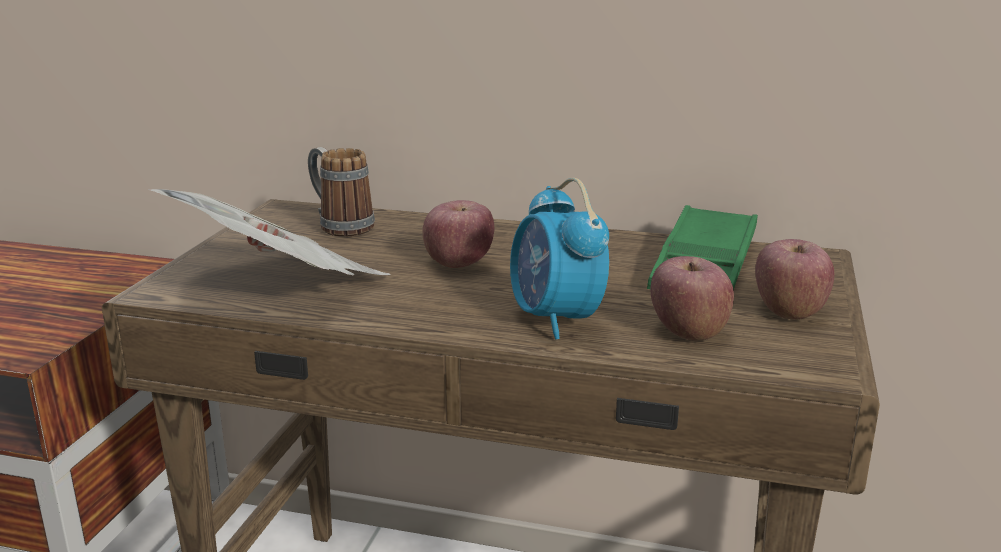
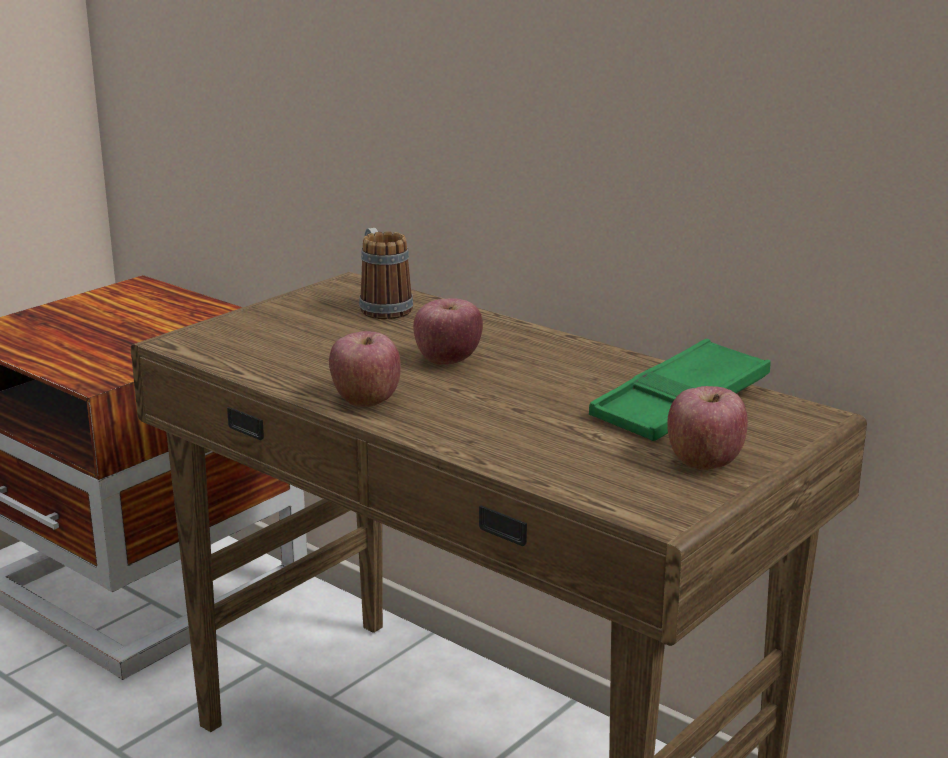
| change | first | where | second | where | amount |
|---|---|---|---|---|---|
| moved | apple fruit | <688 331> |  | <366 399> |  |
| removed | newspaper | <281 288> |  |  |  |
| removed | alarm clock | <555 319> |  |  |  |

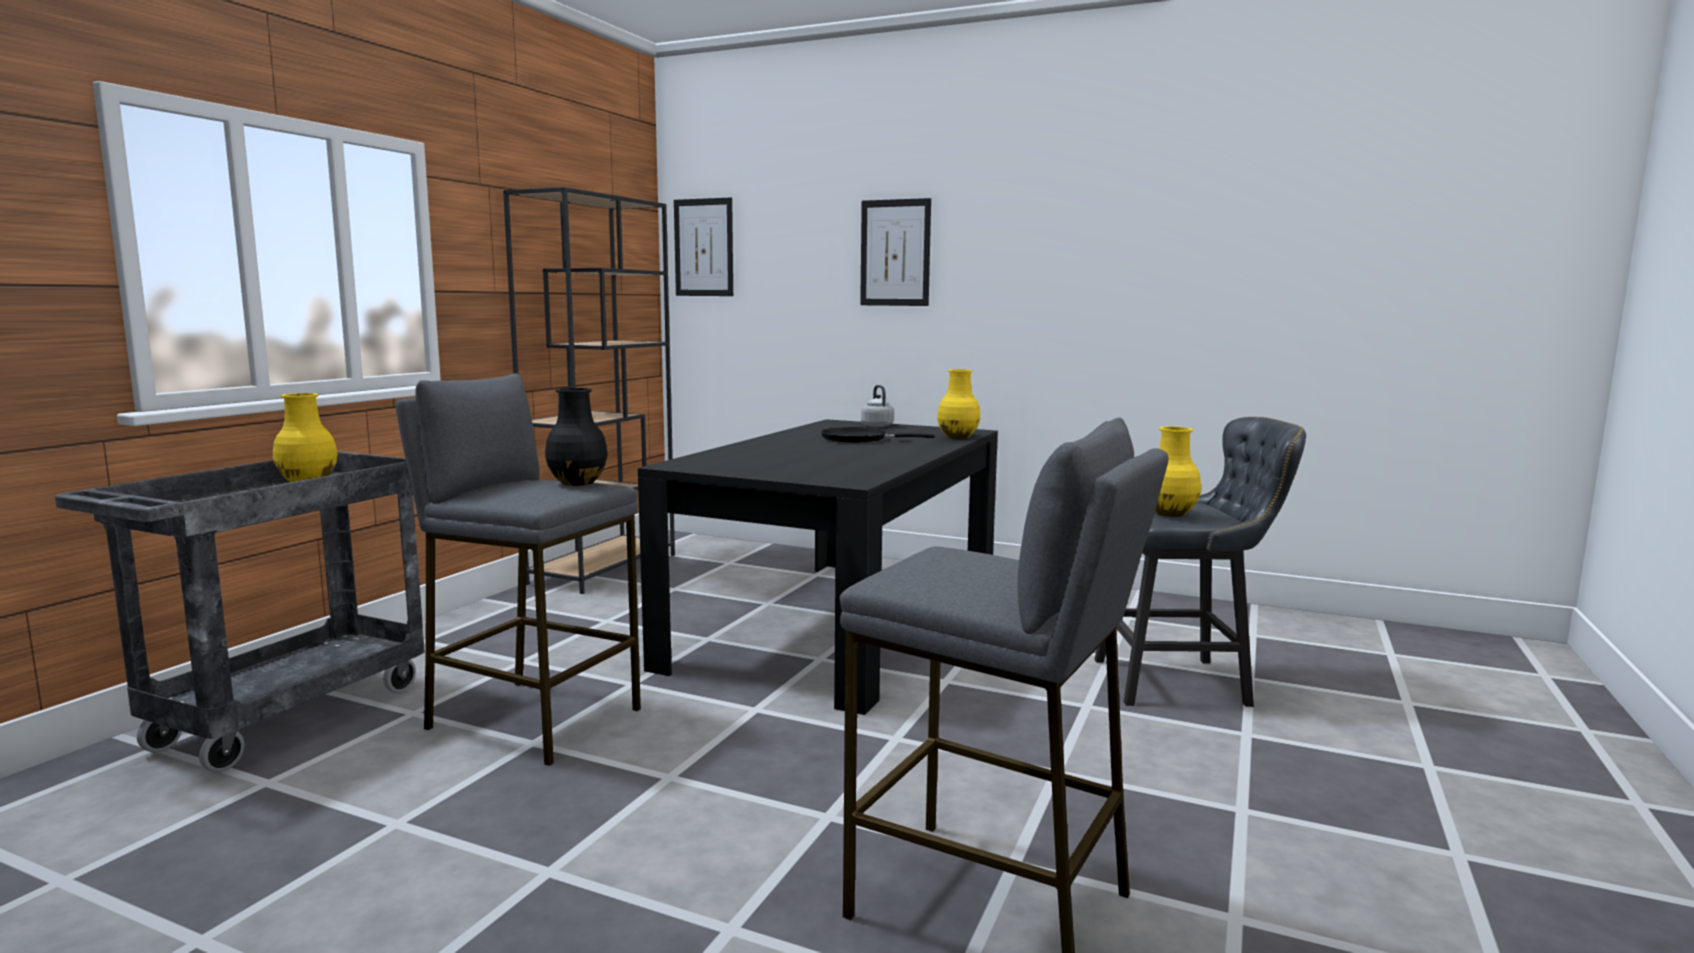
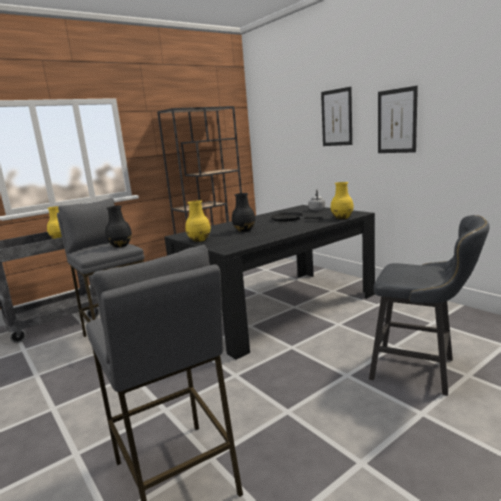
| change | first | where | second | where | amount |
|---|---|---|---|---|---|
| moved | decorative vase (yellow) | <1168 513> |  | <199 240> |  |
| added |  |  | decorative vase (black-coloured) | <244 230> |  |
| moved | wall art | <704 247> |  | <396 121> |  |

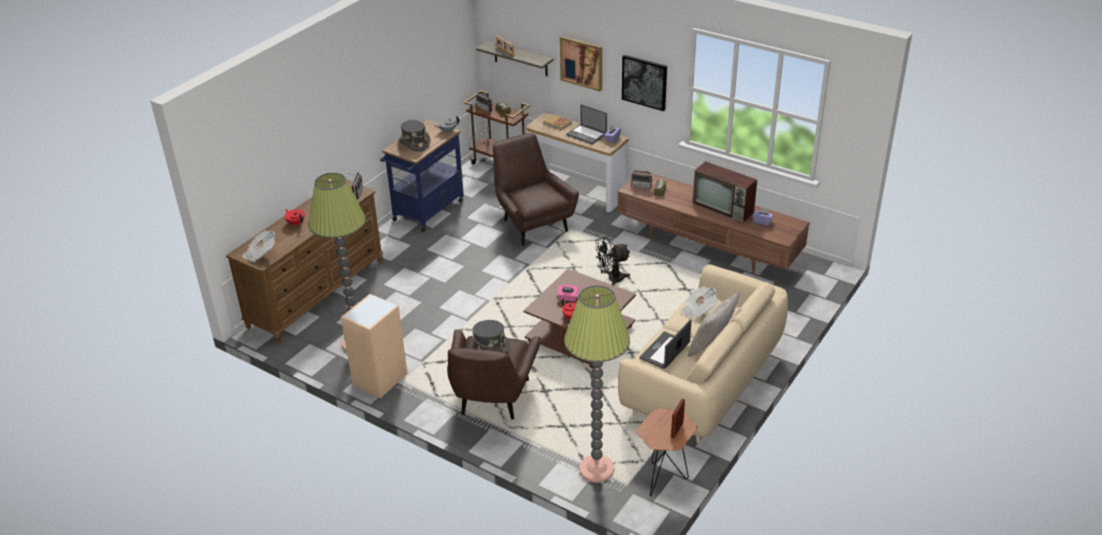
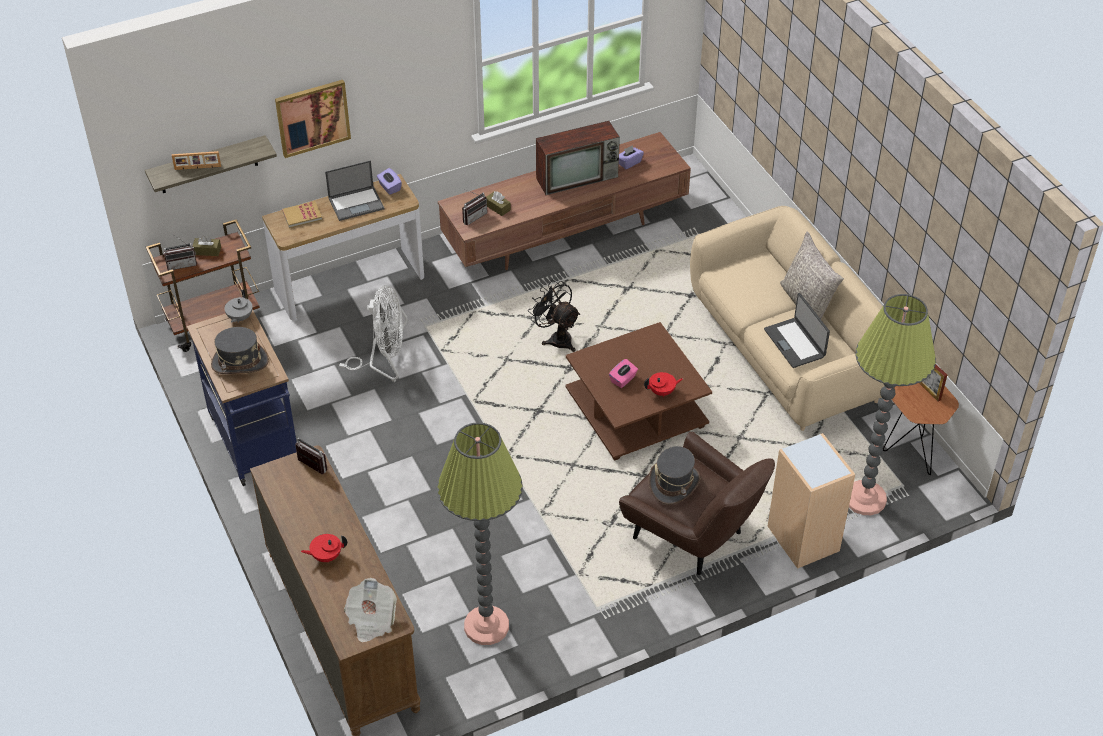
| change | first | where | second | where | amount |
|---|---|---|---|---|---|
| replaced | easy chair (brown) | <532 224> | cooling fan (white) | <383 356> |  |
| turned | cooling fan (black-coloured) | <611 279> |  | <556 338> | 120 degrees clockwise |
| moved | bookcase | <379 379> |  | <803 539> |  |
| removed | wall art | <644 82> |  |  |  |
| removed | newspaper | <698 310> |  |  |  |

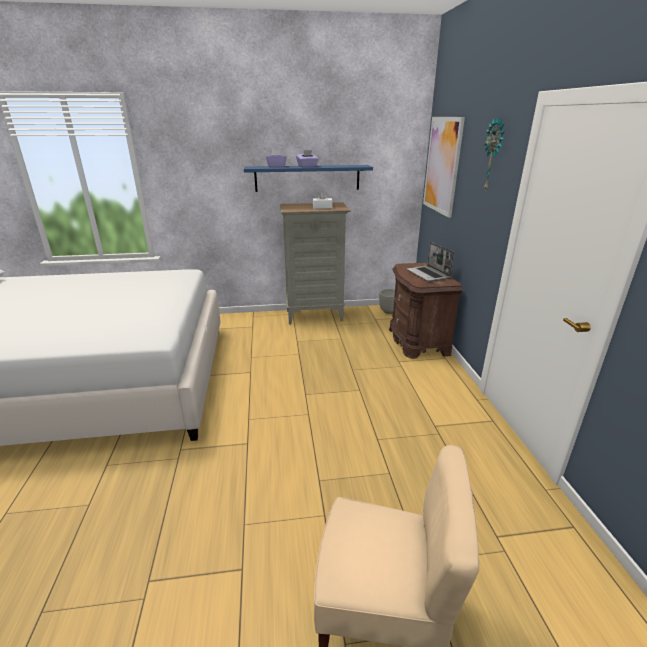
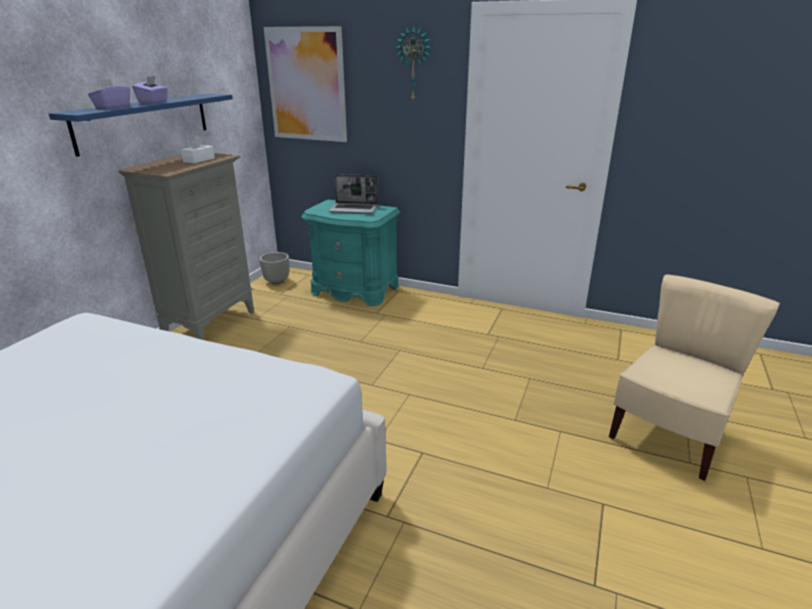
| change | first | where | second | where | amount |
|---|---|---|---|---|---|
| recoloured | nightstand (brown) | <416 341> | nightstand (turquoise-coloured) | <353 291> |  |

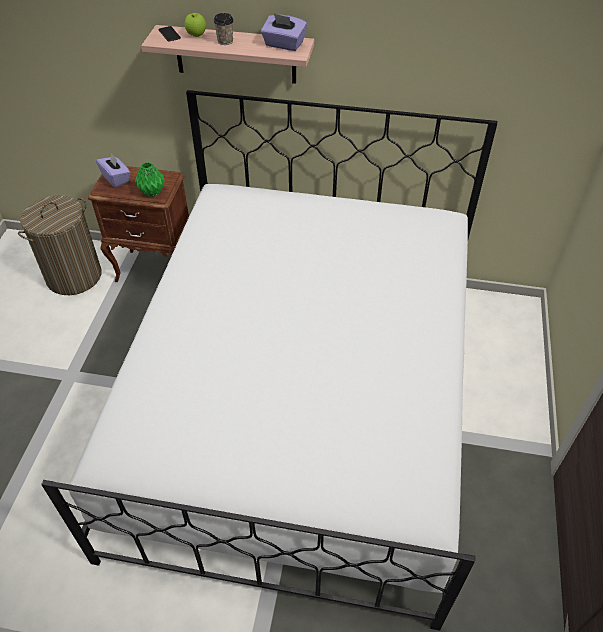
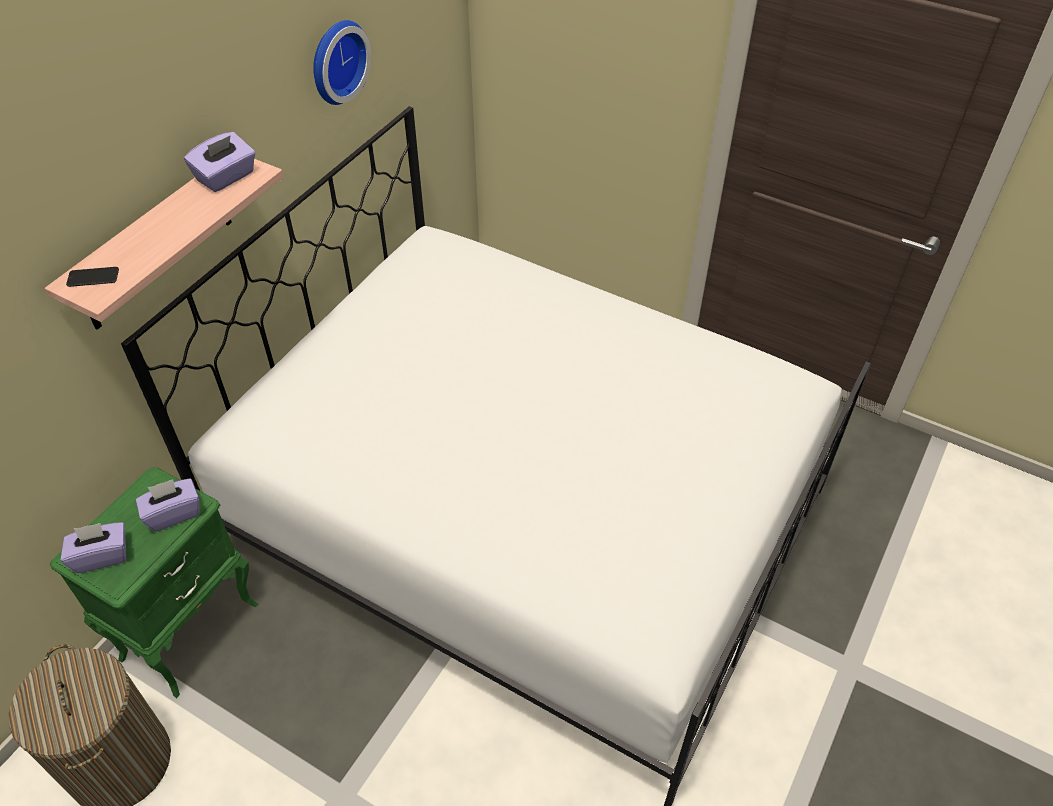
| change | first | where | second | where | amount |
|---|---|---|---|---|---|
| recoloured | nightstand (brown) | <156 270> | nightstand (green) | <190 631> |  |
| replaced | decorative vase (green) | <152 192> | box of tissues (purplish) | <173 513> |  |
| added |  |  | hanging clock | <335 61> |  |
| removed | apple fruit | <196 35> |  |  |  |
| removed | small cup | <225 41> |  |  |  |

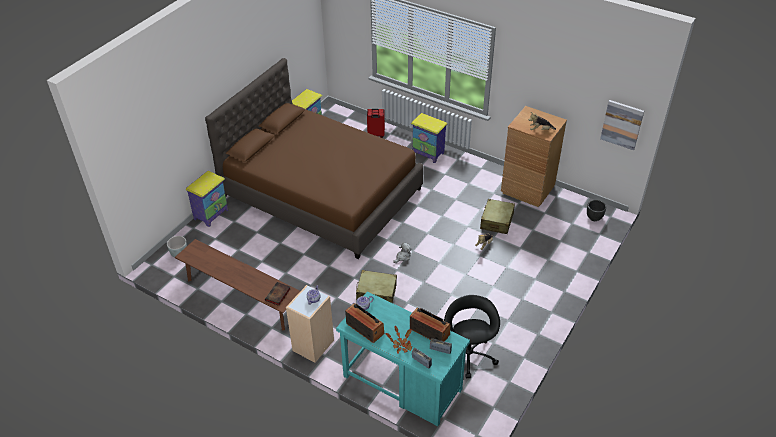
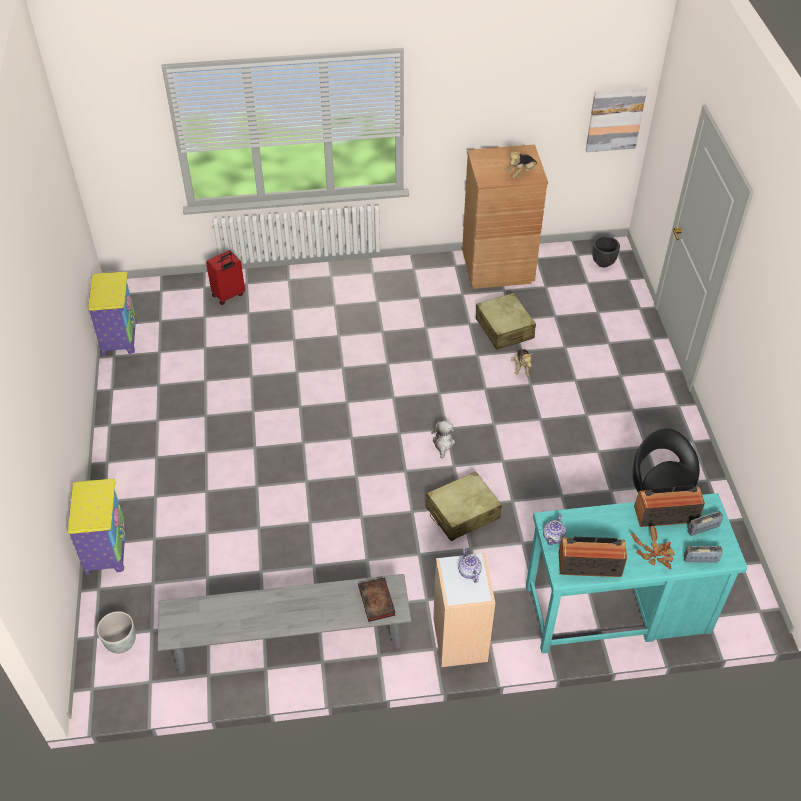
| change | first | where | second | where | amount |
|---|---|---|---|---|---|
| recoloured | long seat (brown) | <241 297> | long seat (greyish) | <288 642> |  |
| removed | bedroom bed (brown) | <321 192> |  |  |  |
| removed | nightstand | <428 154> |  |  |  |

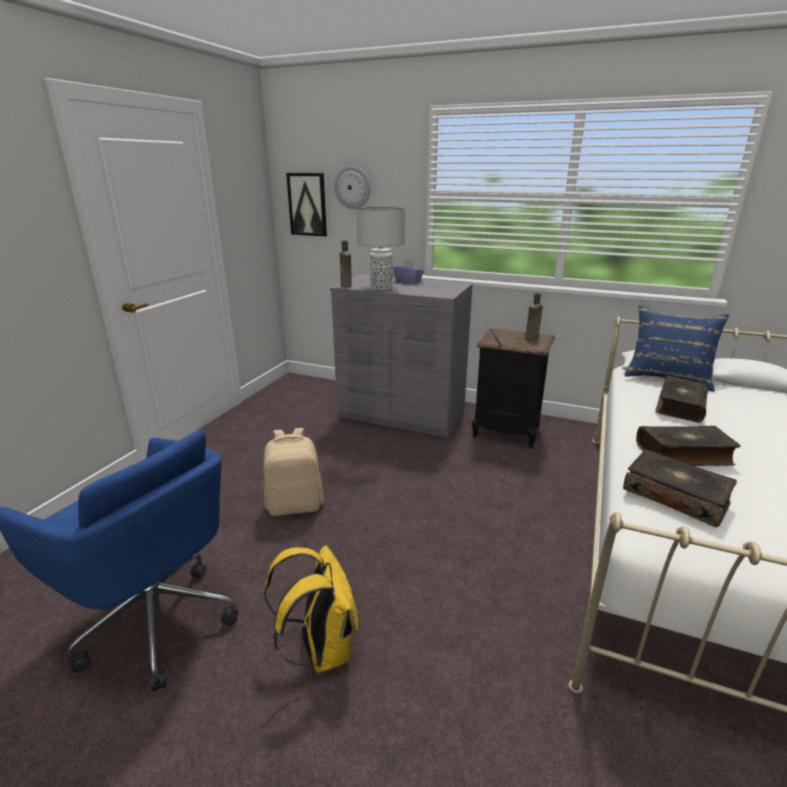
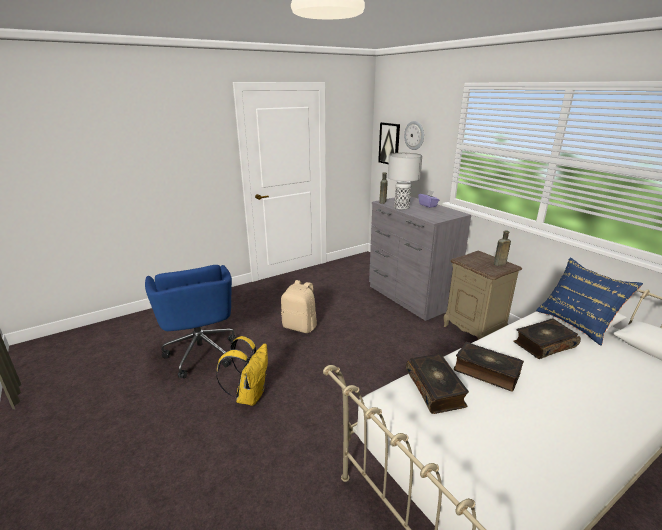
| change | first | where | second | where | amount |
|---|---|---|---|---|---|
| recoloured | nightstand (black-coloured) | <507 432> | nightstand (sand-coloured) | <473 331> |  |

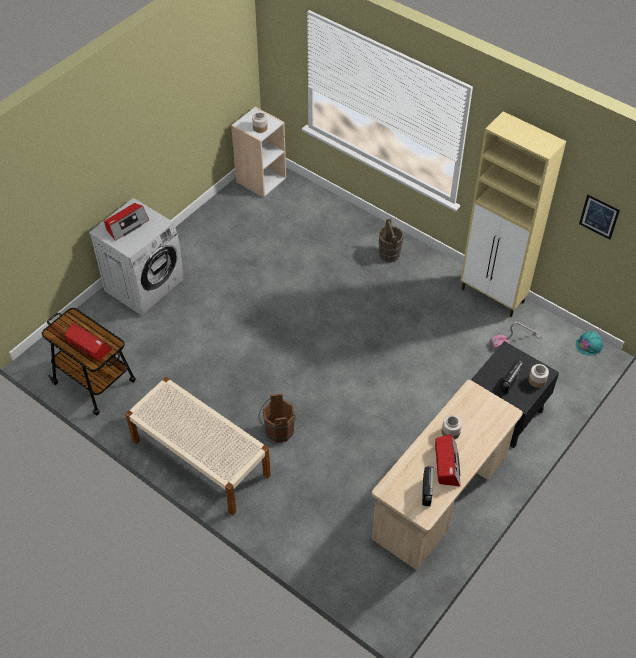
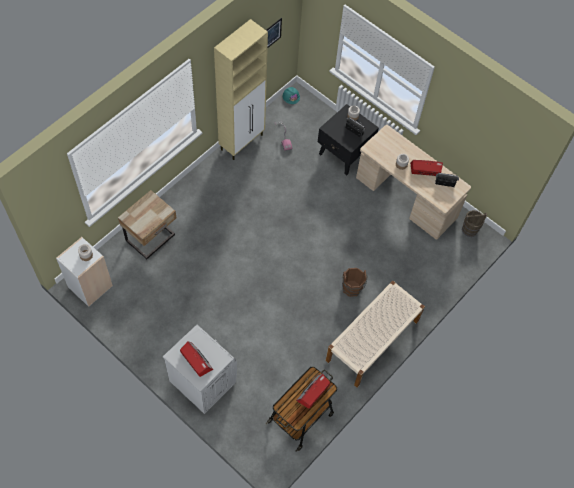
| change | first | where | second | where | amount |
|---|---|---|---|---|---|
| added |  |  | nightstand (sand-coloured) | <151 238> |  |
| moved | pail (brown) | <389 254> |  | <469 230> |  |

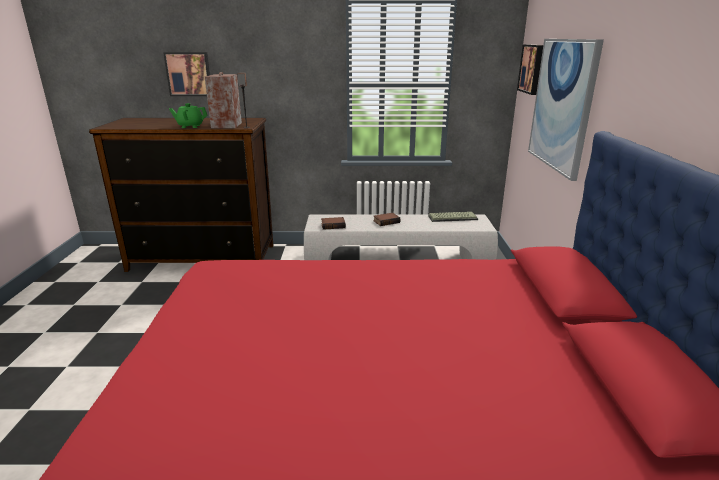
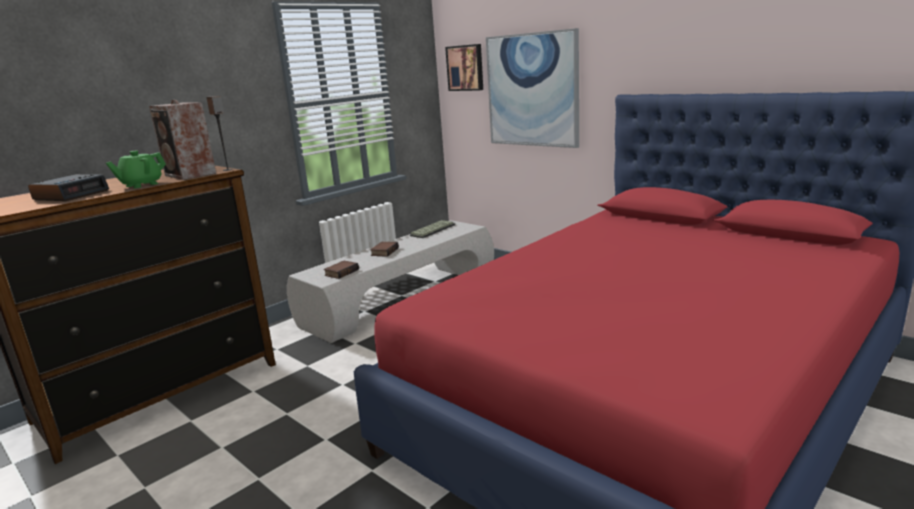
| change | first | where | second | where | amount |
|---|---|---|---|---|---|
| added |  |  | alarm clock | <71 195> |  |
| removed | wall art | <189 74> |  |  |  |

